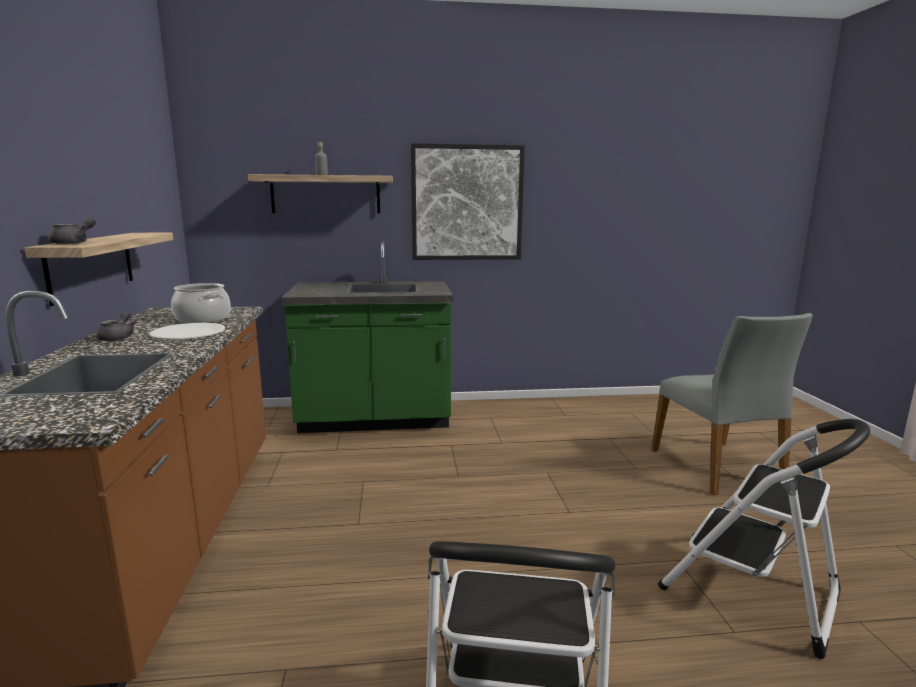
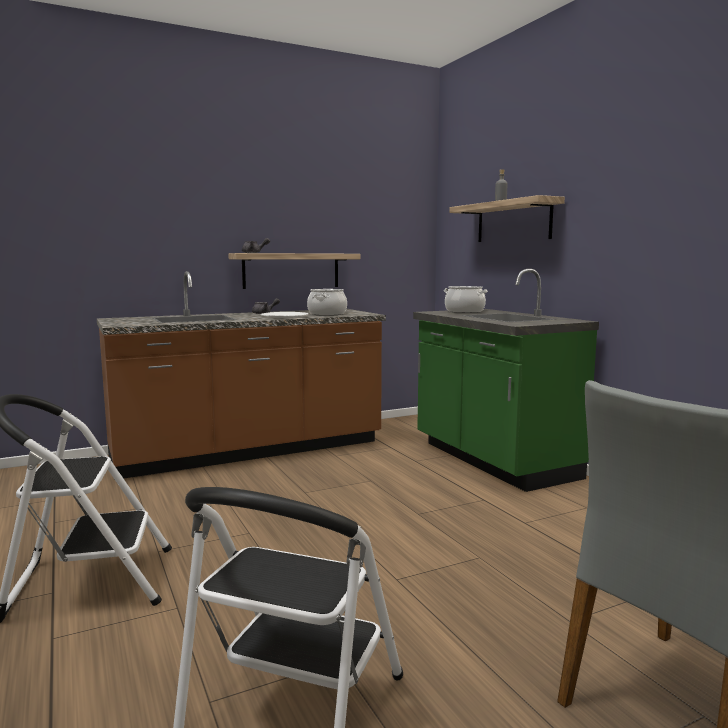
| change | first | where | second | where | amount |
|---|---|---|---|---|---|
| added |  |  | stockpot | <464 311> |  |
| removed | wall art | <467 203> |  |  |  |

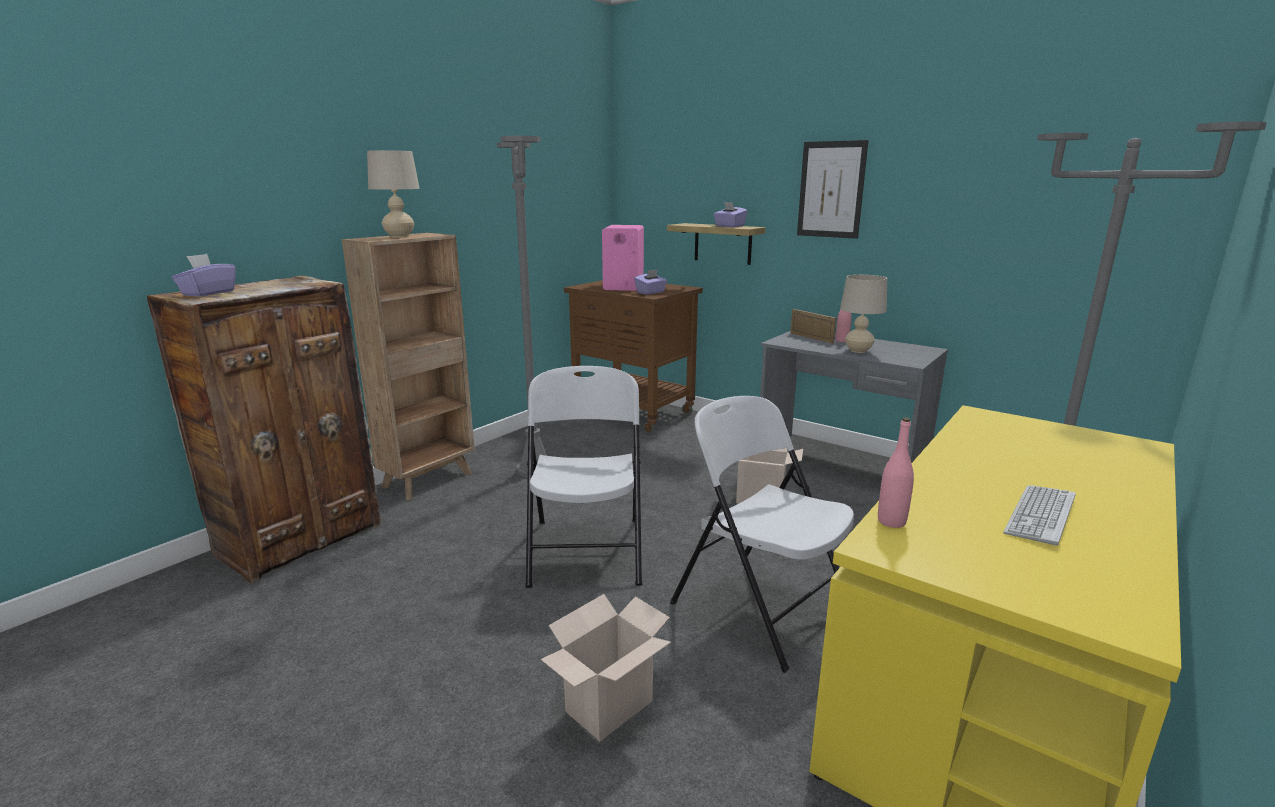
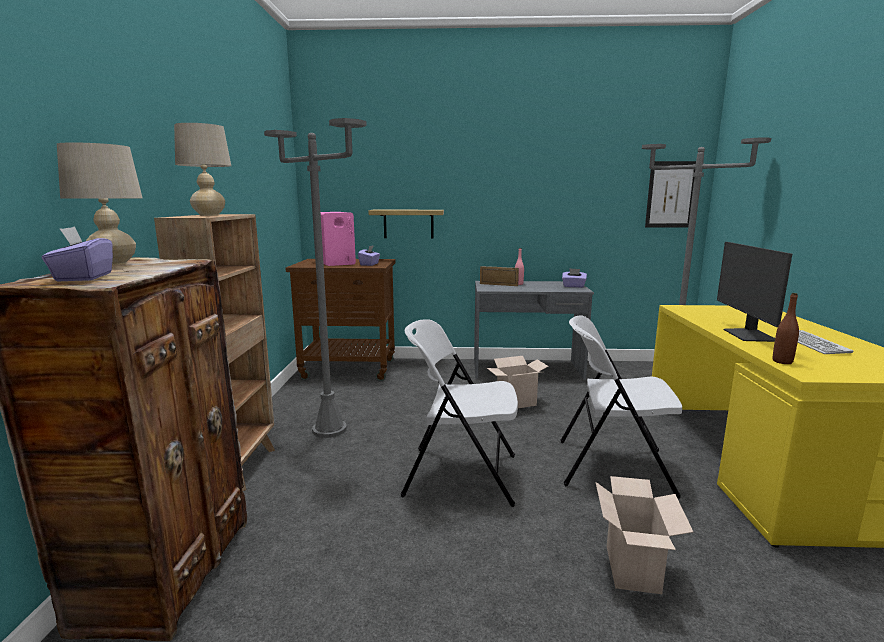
| change | first | where | second | where | amount |
|---|---|---|---|---|---|
| moved | lamp for a table (sand-coloured) | <858 351> |  | <113 263> |  |
| turned | upright chair (white) | <587 551> |  | <461 474> | 45 degrees counterclockwise |
| moved | box of tissues (purplish) | <729 226> |  | <573 286> |  |
| moved | wall art | <831 190> |  | <671 194> |  |
| added |  |  | computer screen | <749 335> |  |
| recoloured | drink bottle (pink) | <891 521> | drink bottle (brown) | <782 361> |  |

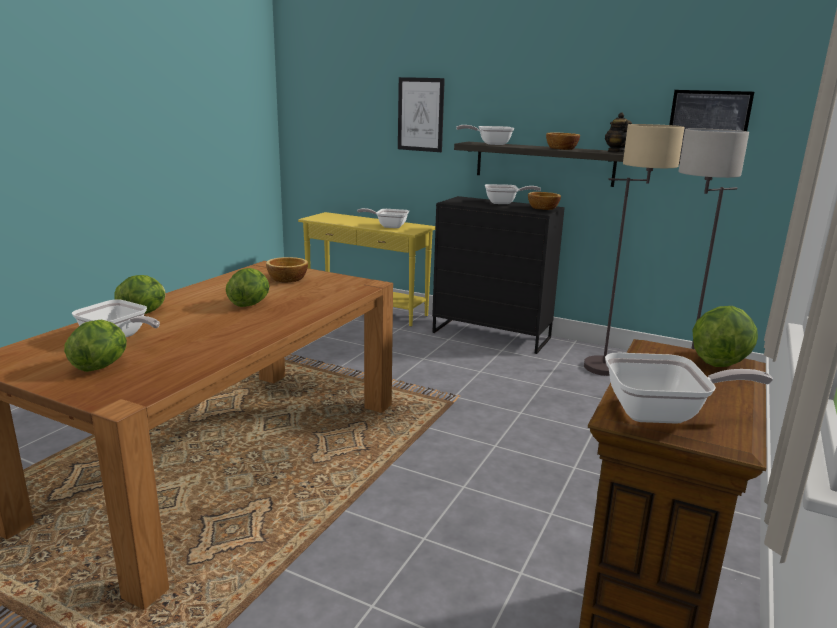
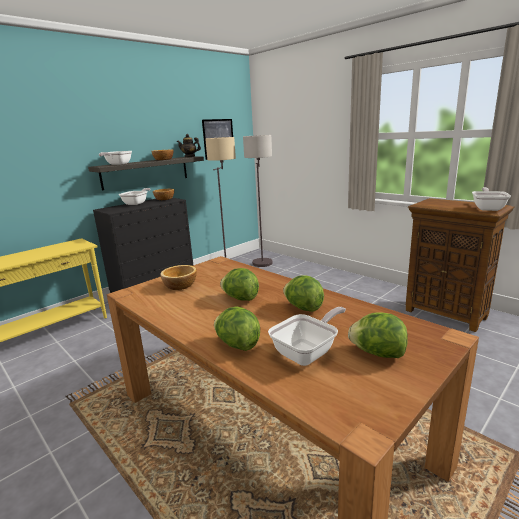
| change | first | where | second | where | amount |
|---|---|---|---|---|---|
| moved | lettuce head | <719 361> |  | <303 308> |  |
| removed | frying pan | <388 226> |  |  |  |
| removed | wall art | <420 114> |  |  |  |

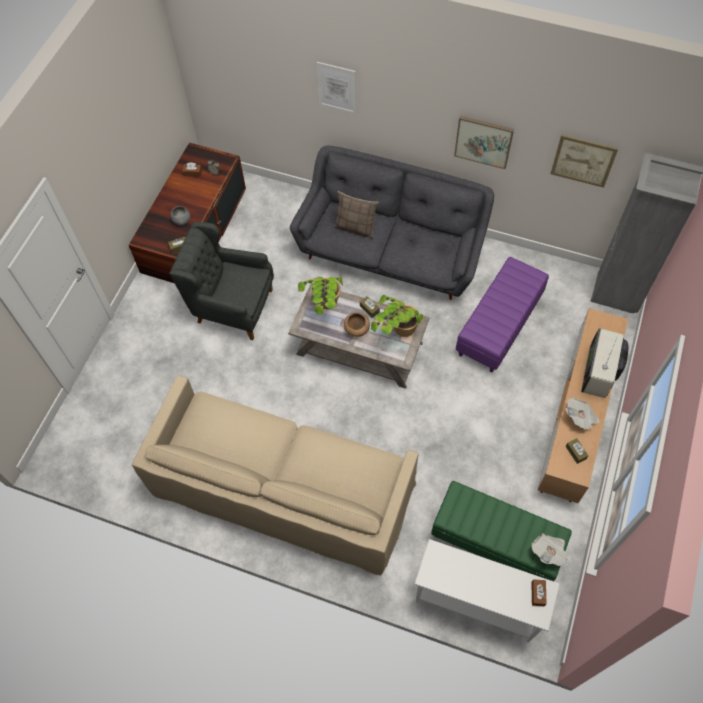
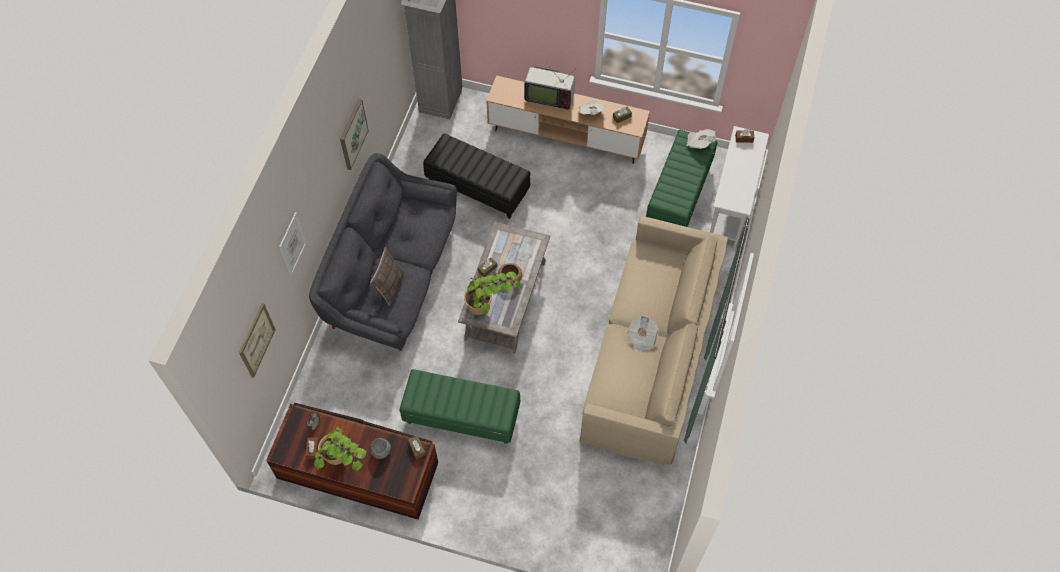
| change | first | where | second | where | amount |
|---|---|---|---|---|---|
| moved | wall art | <583 160> |  | <256 340> |  |
| moved | potted plant | <395 334> |  | <343 462> |  |
| replaced | easy chair (greyish) | <232 307> | ottoman (green) | <461 417> |  |
| recoloured | ottoman (purplish) | <499 327> | ottoman (black-coloured) | <478 188> |  |
| added |  |  | newspaper | <642 338> |  |

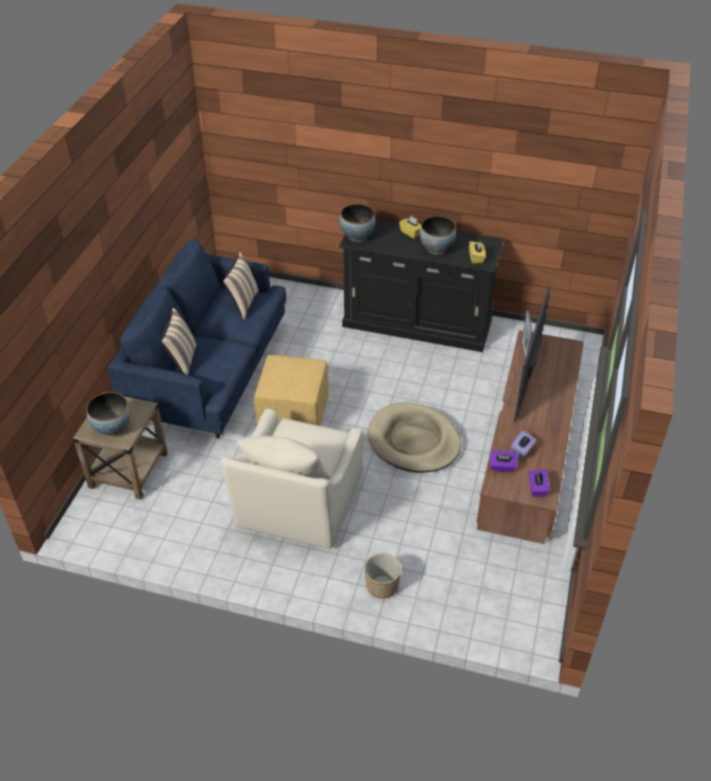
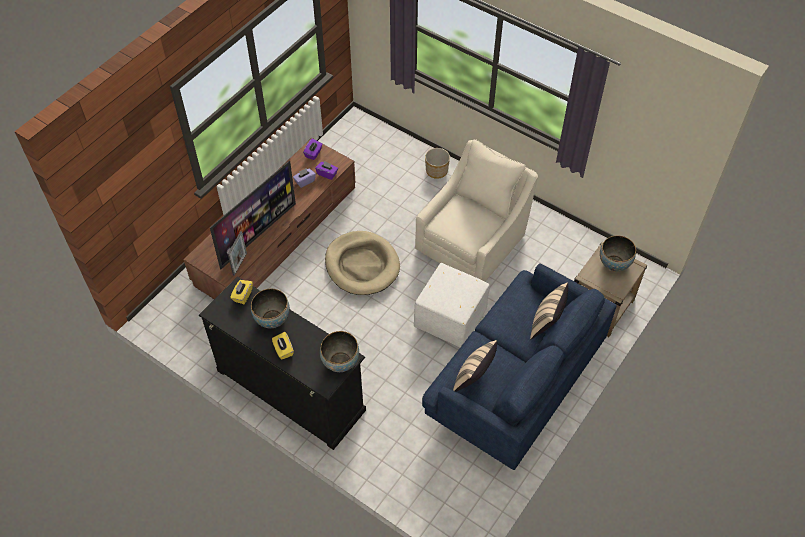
| change | first | where | second | where | amount |
|---|---|---|---|---|---|
| recoloured | ottoman (yellow) | <292 415> | ottoman (white) | <451 320> |  |

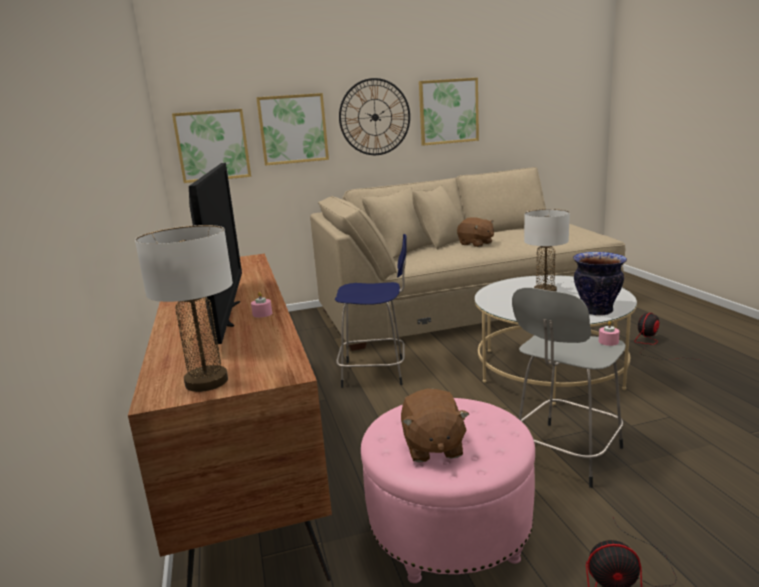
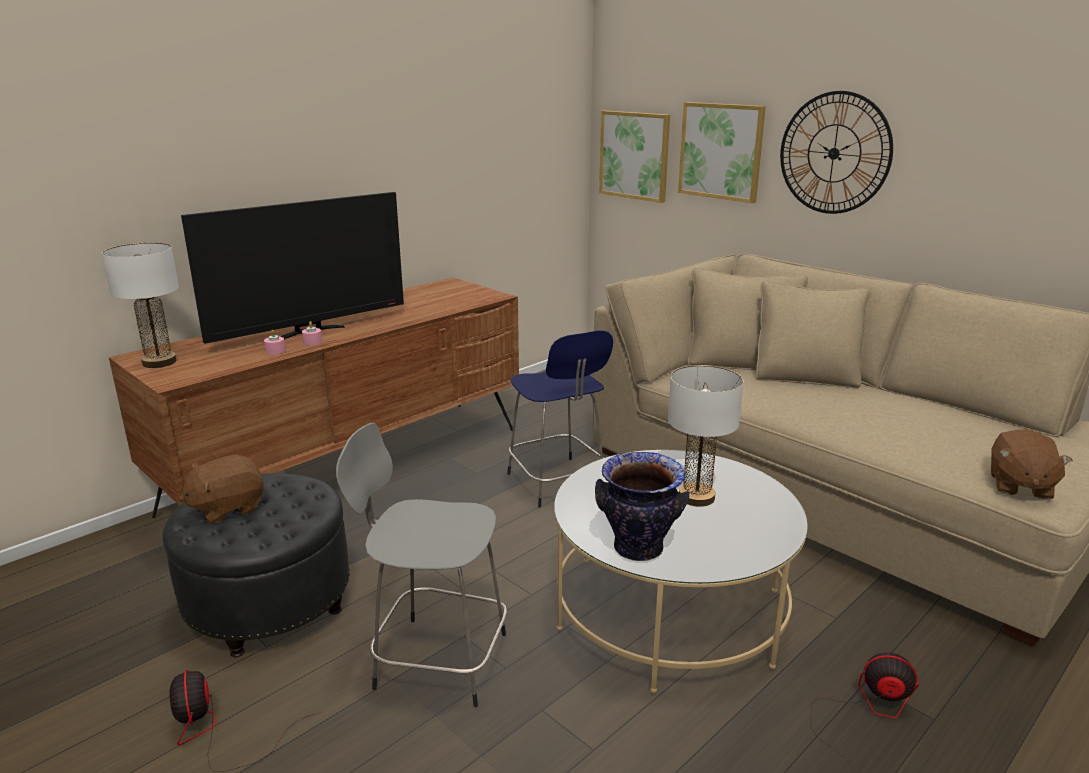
| change | first | where | second | where | amount |
|---|---|---|---|---|---|
| recoloured | ottoman (pink) | <449 532> | ottoman (black-coloured) | <269 606> |  |
| moved | wax light (pink) | <608 342> |  | <275 351> |  |
| moved | soft toy (brown) | <476 244> |  | <1019 486> |  |
| removed | wall art | <448 111> |  |  |  |

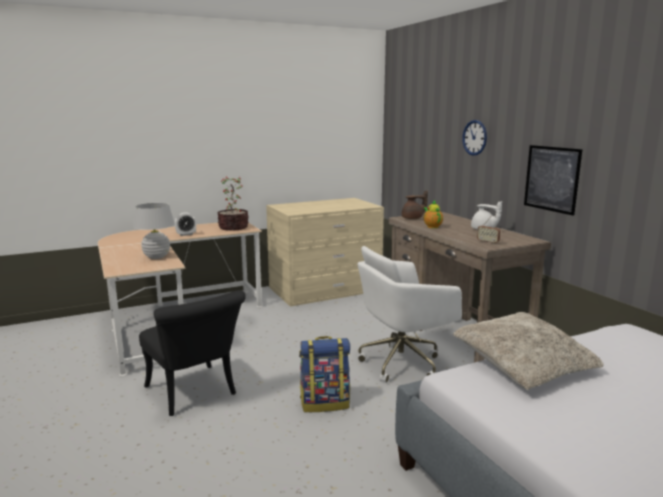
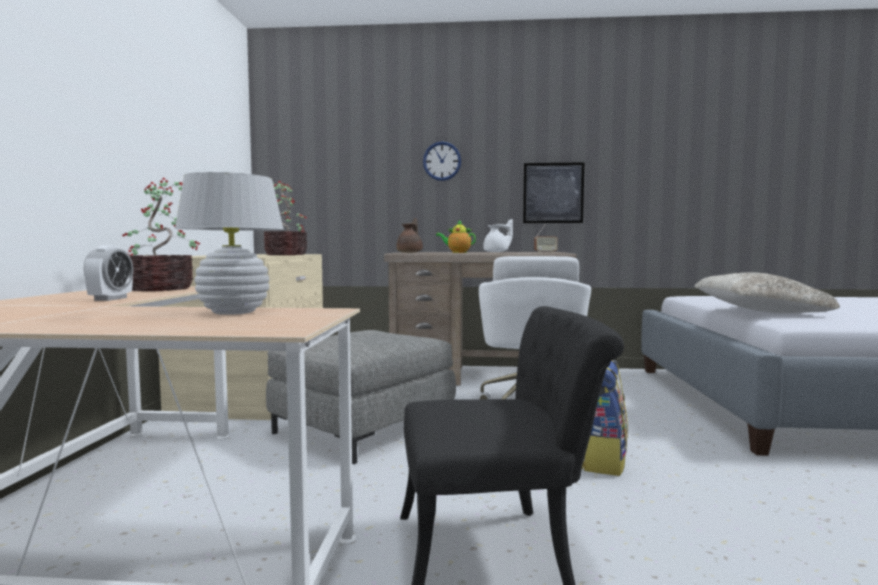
| change | first | where | second | where | amount |
|---|---|---|---|---|---|
| added |  |  | potted plant | <285 254> |  |
| added |  |  | ottoman (greyish) | <364 426> |  |

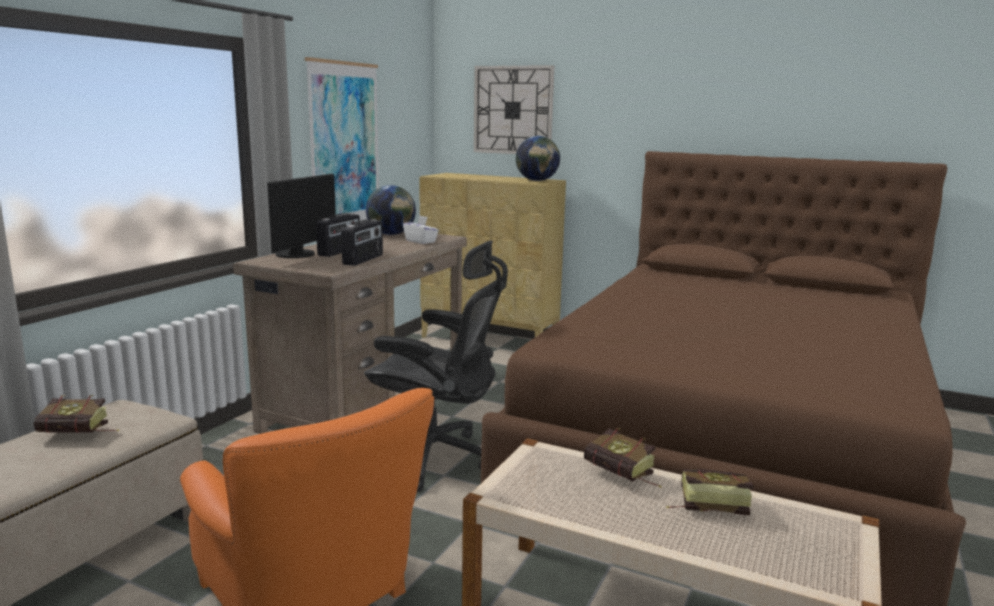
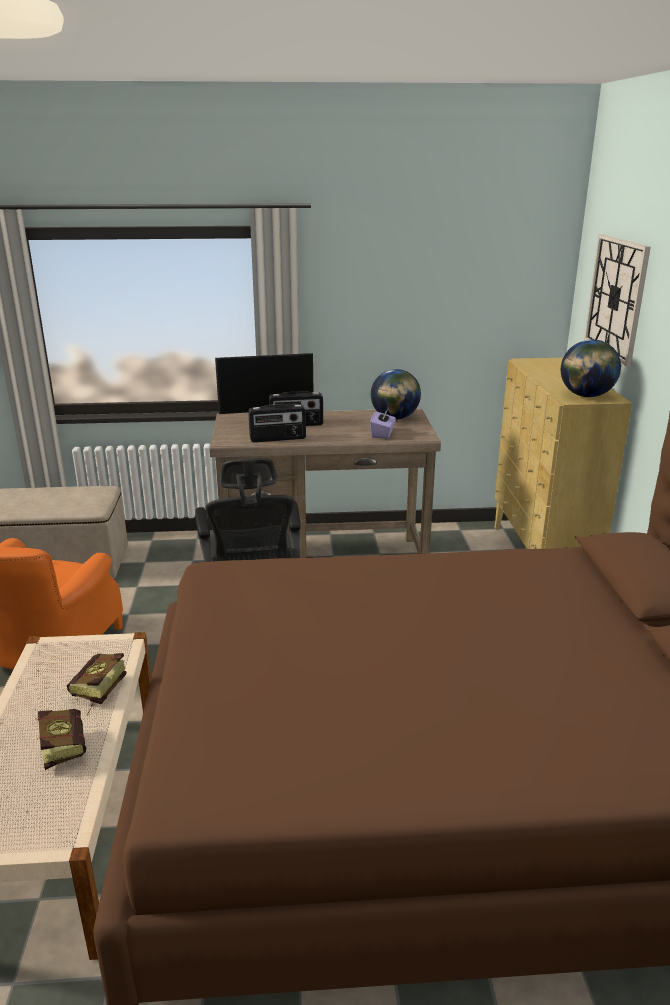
| change | first | where | second | where | amount |
|---|---|---|---|---|---|
| recoloured | box of tissues (white) | <421 241> | box of tissues (purplish) | <382 434> |  |
| removed | volume | <80 435> |  |  |  |
| removed | wall art | <344 147> |  |  |  |

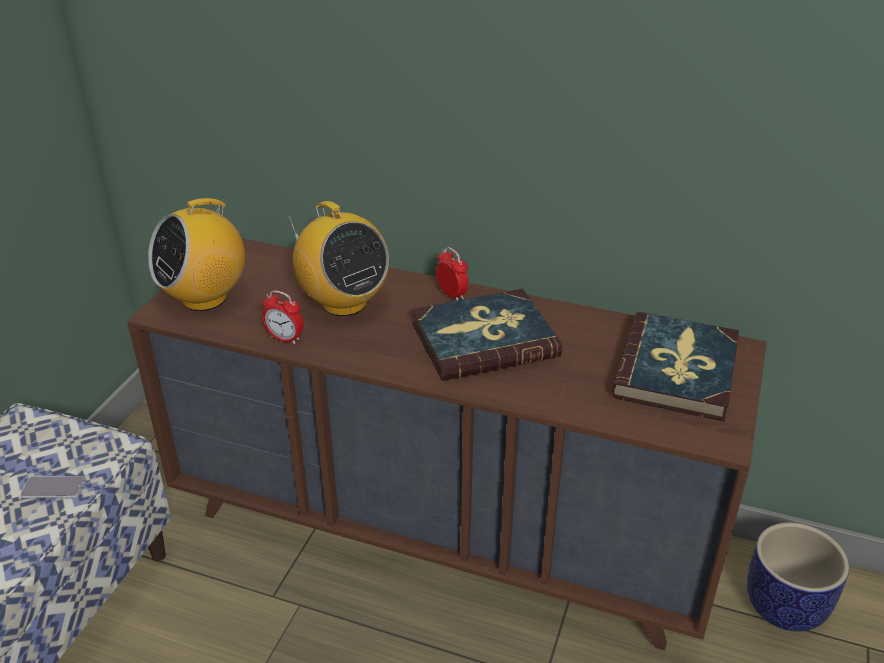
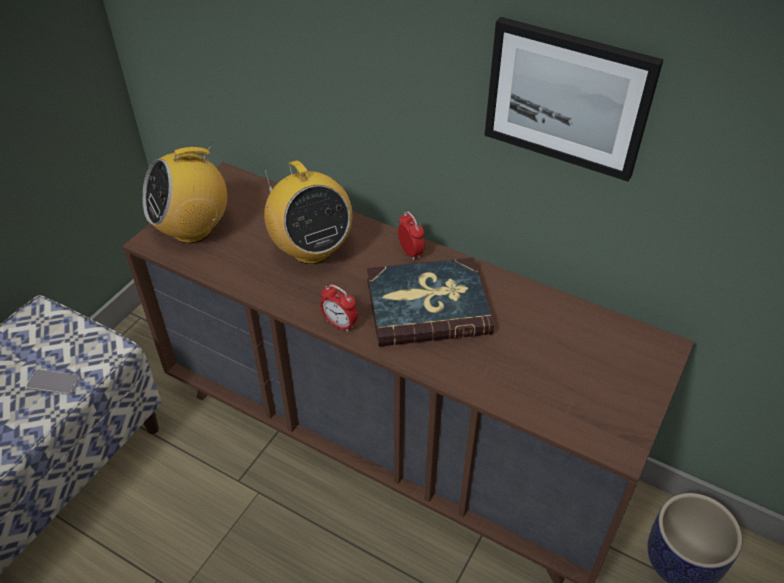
| change | first | where | second | where | amount |
|---|---|---|---|---|---|
| moved | alarm clock | <285 338> |  | <340 324> |  |
| added |  |  | wall art | <567 98> |  |
| removed | volume | <677 370> |  |  |  |

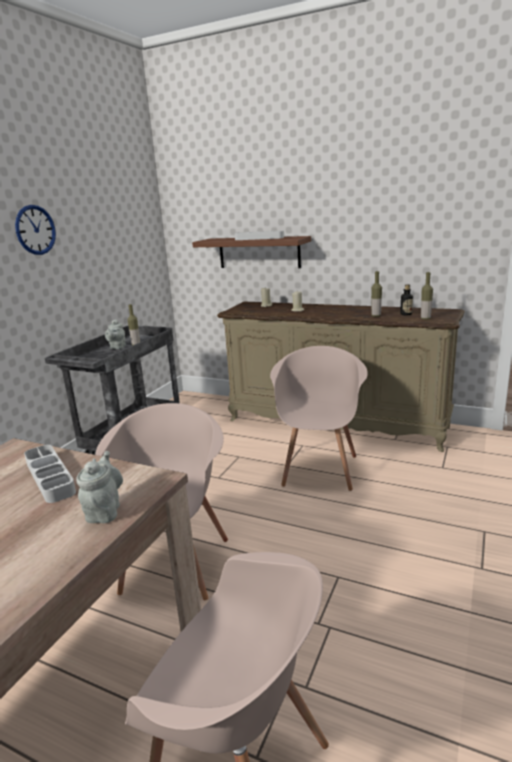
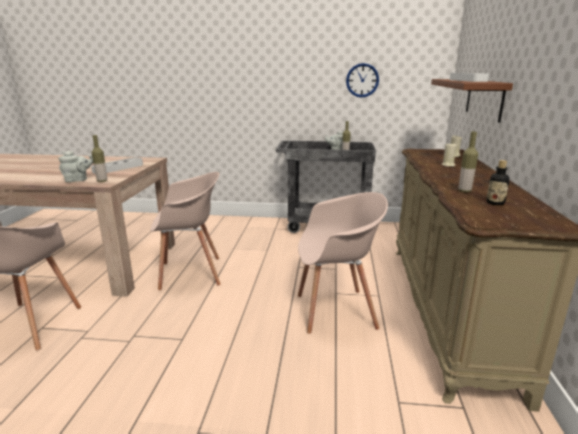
| change | first | where | second | where | amount |
|---|---|---|---|---|---|
| moved | drink bottle | <425 319> |  | <102 181> |  |
| moved | hanging clock | <35 230> |  | <362 80> |  |

